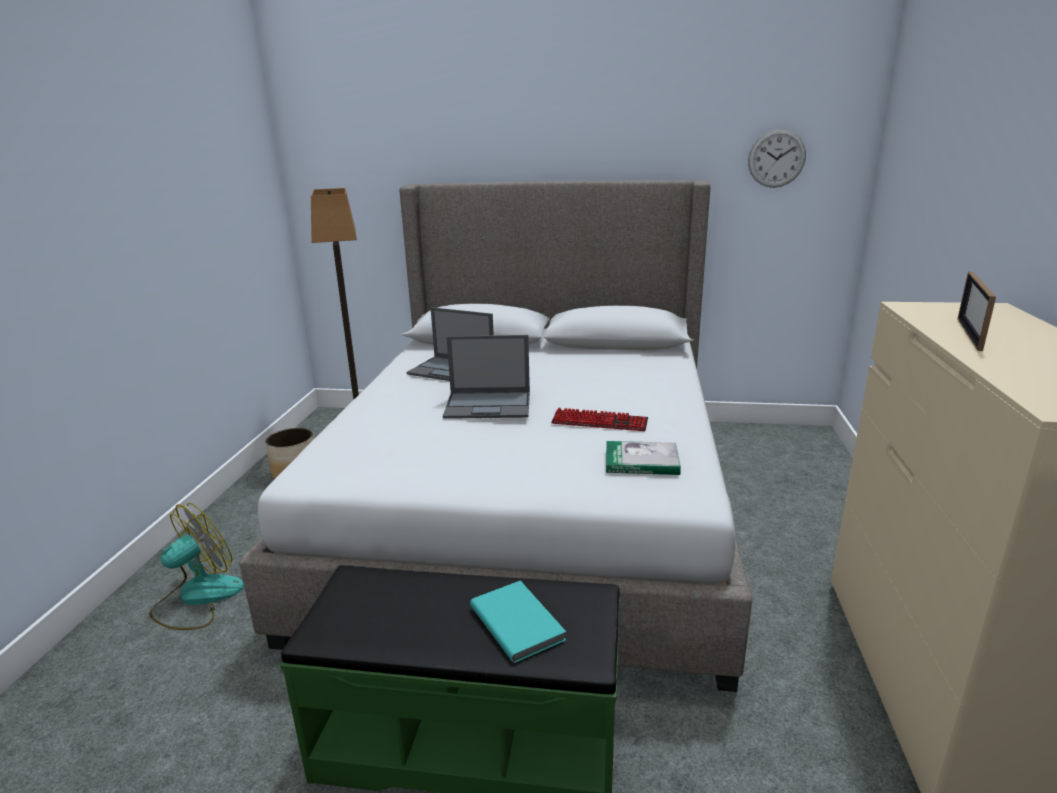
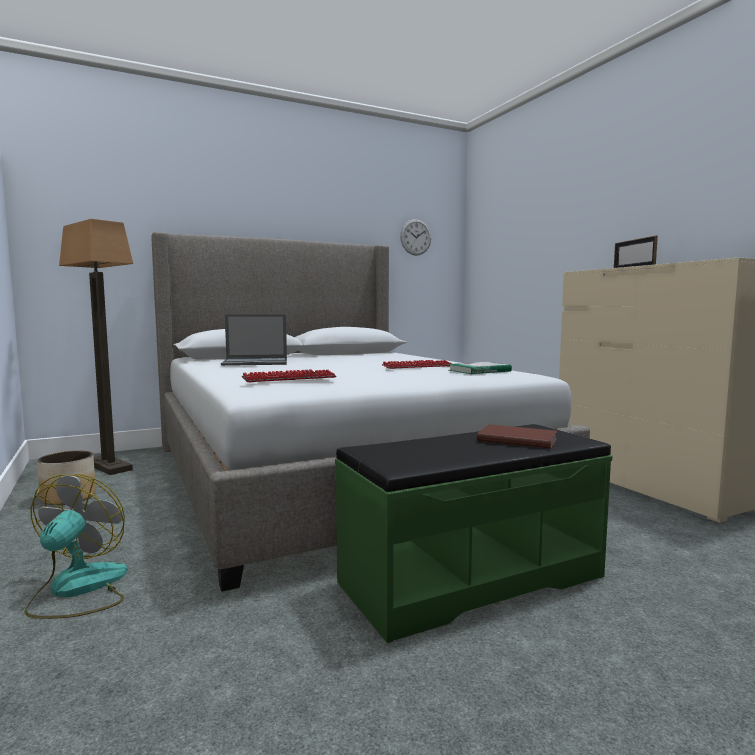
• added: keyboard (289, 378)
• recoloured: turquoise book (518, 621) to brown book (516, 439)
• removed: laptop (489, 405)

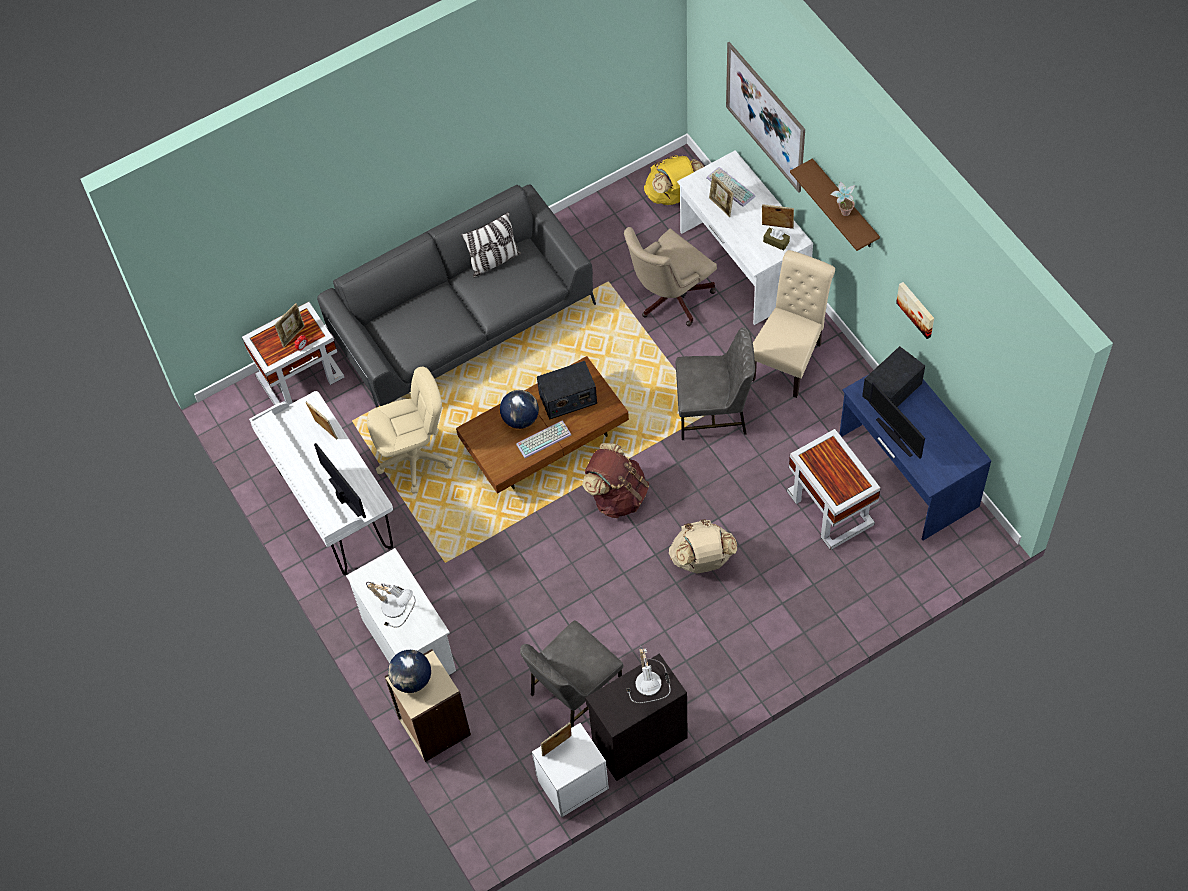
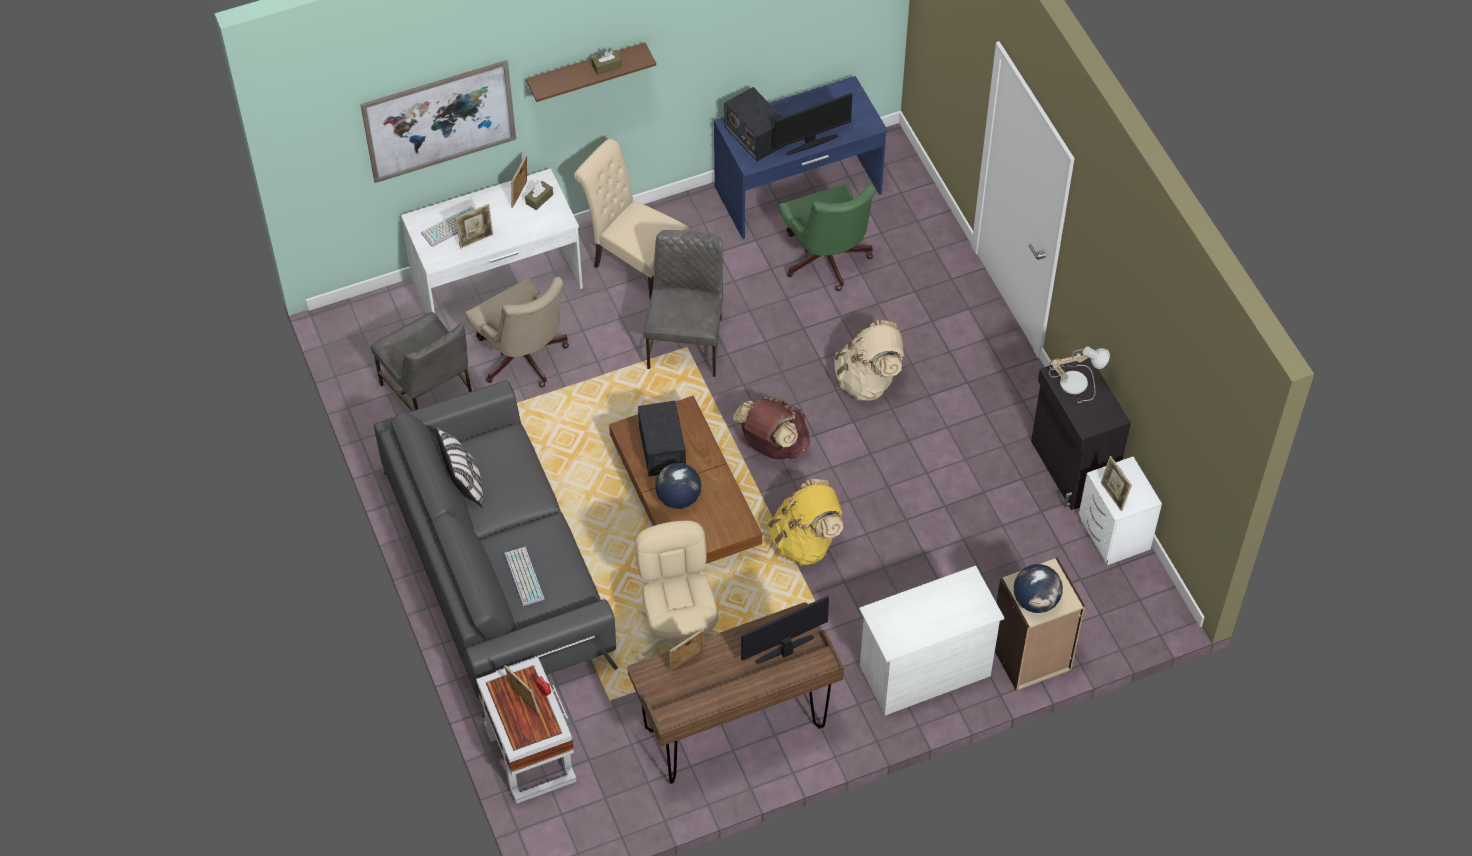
• moved: grey chair (574, 691) to (429, 394)
• moved: keyboard (544, 438) to (522, 576)
• replaced: potted plant (842, 213) to brown tissue box (607, 66)
• recoloured: white desk (336, 512) to brown desk (735, 730)
• moved: yellow backpack (674, 195) to (805, 541)
• replaced: white side table (829, 507) to green office chair (826, 262)
• removed: table lamp (396, 604)
• removed: picture (917, 309)

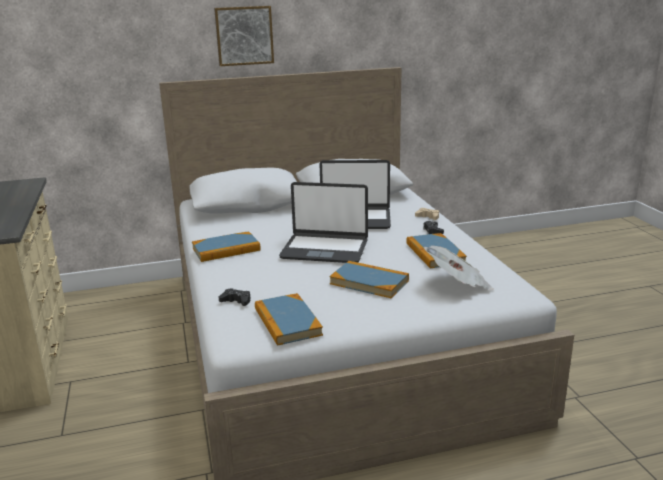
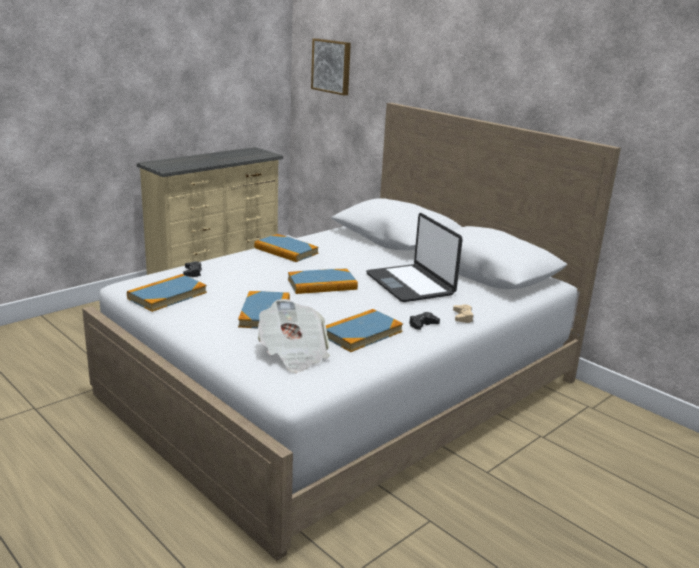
• replaced: laptop (325, 249) to book (322, 284)
• moved: picture (244, 35) to (332, 66)

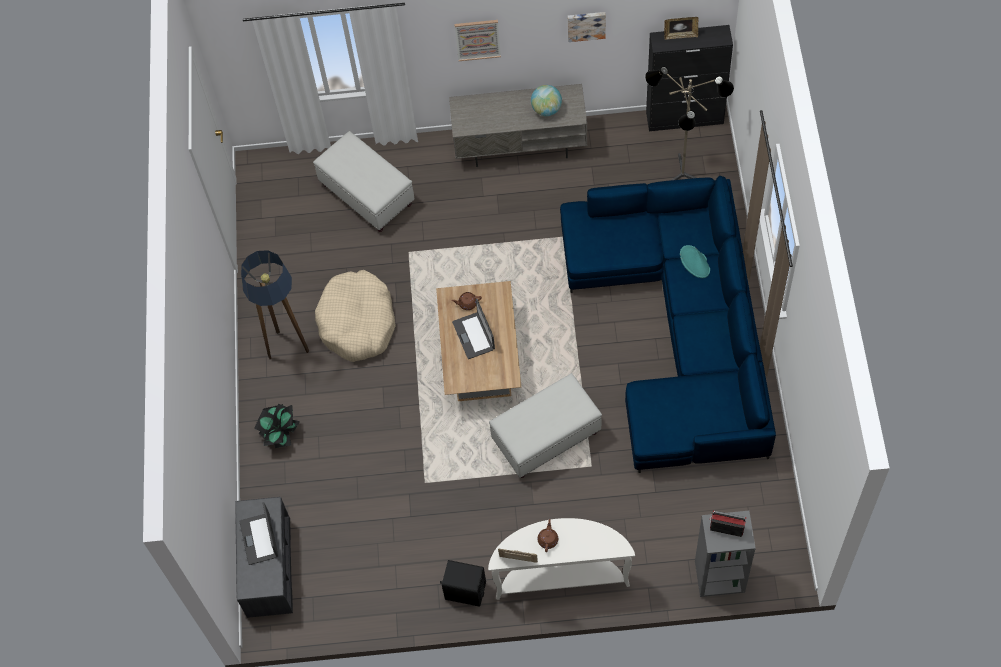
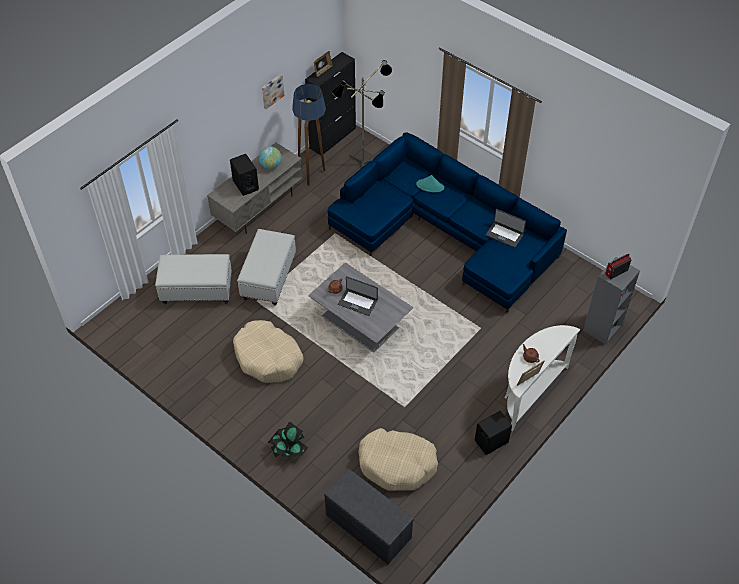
• added: black speaker (245, 185)
• moved: white ottoman (545, 437) to (268, 278)
• moved: floor lamp (289, 348) to (312, 175)
• recoloured: brown coffee table (481, 359) to grey coffee table (361, 322)
• added: beige dog bed (397, 464)
• moved: laptop (260, 539) to (504, 234)
• removed: picture (477, 39)

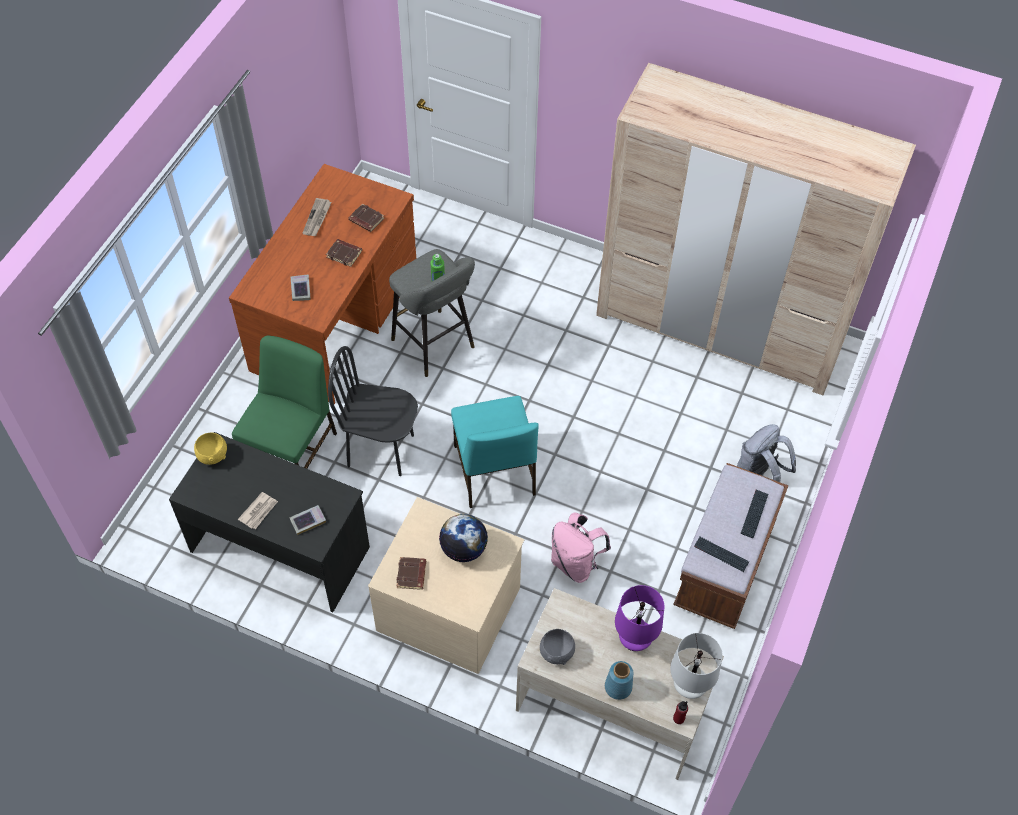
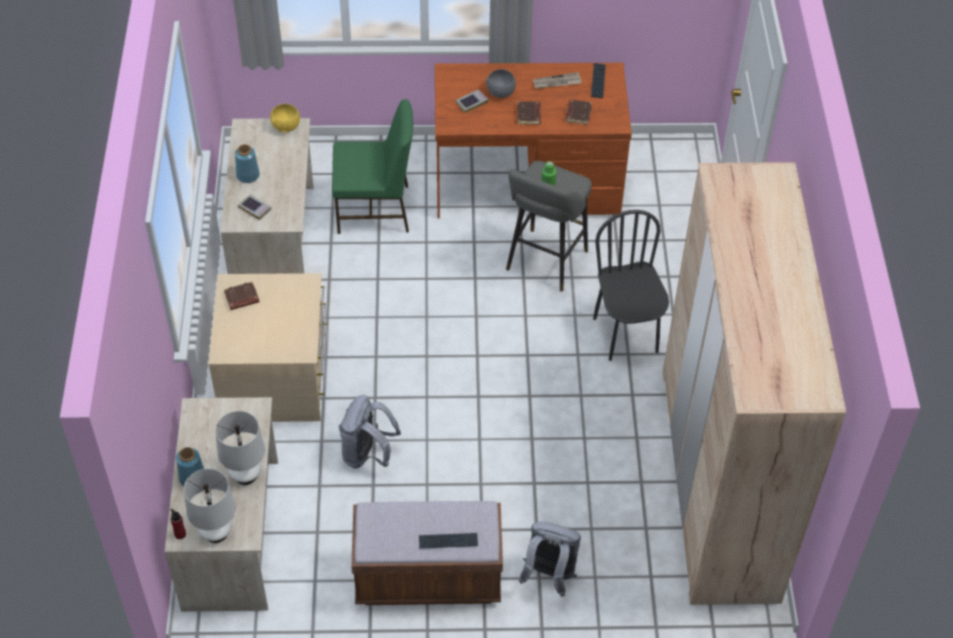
• recoloured: purple table lamp (634, 640) to white table lamp (245, 474)
• recoloured: black desk (281, 548) to beige desk (275, 242)
• replaced: newspaper (259, 511) to blue vase (248, 175)
• recoloured: pink backpack (575, 563) to grey backpack (367, 454)
• moved: grey bowl (557, 652) to (501, 93)
• moved: keyboard (721, 554) to (598, 81)
• moved: black chair (381, 450) to (626, 335)
• removed: globe (464, 549)
• removed: turquoise chair (494, 472)

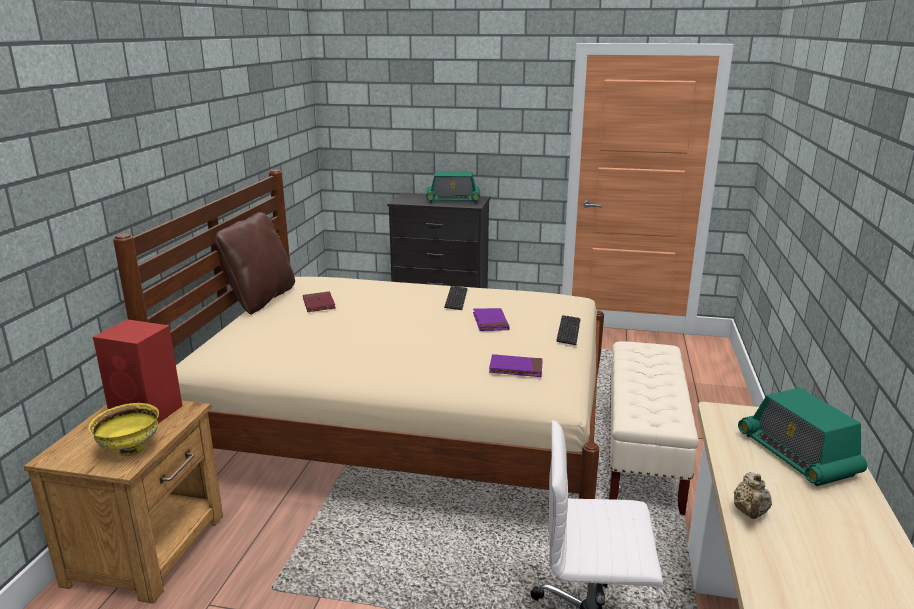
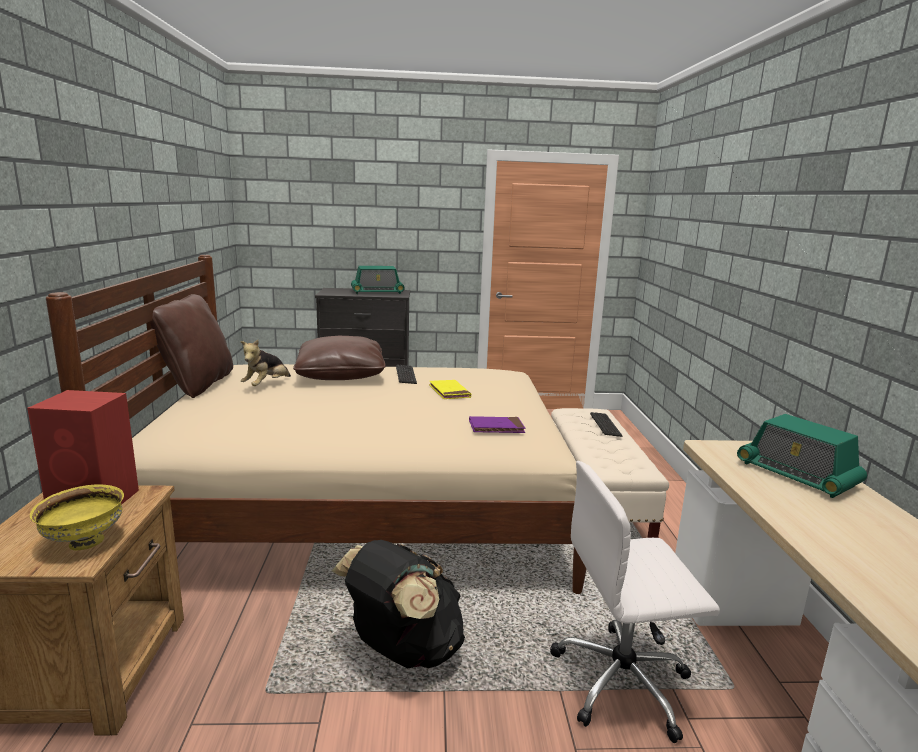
• replaced: red book (319, 304) to plush toy (266, 385)
• added: brown pillow (341, 375)
• added: black backpack (402, 650)
• recoloured: purple book (490, 322) to yellow book (449, 392)
• moved: keyboard (568, 331) to (605, 425)
• removed: beige teapot (750, 513)

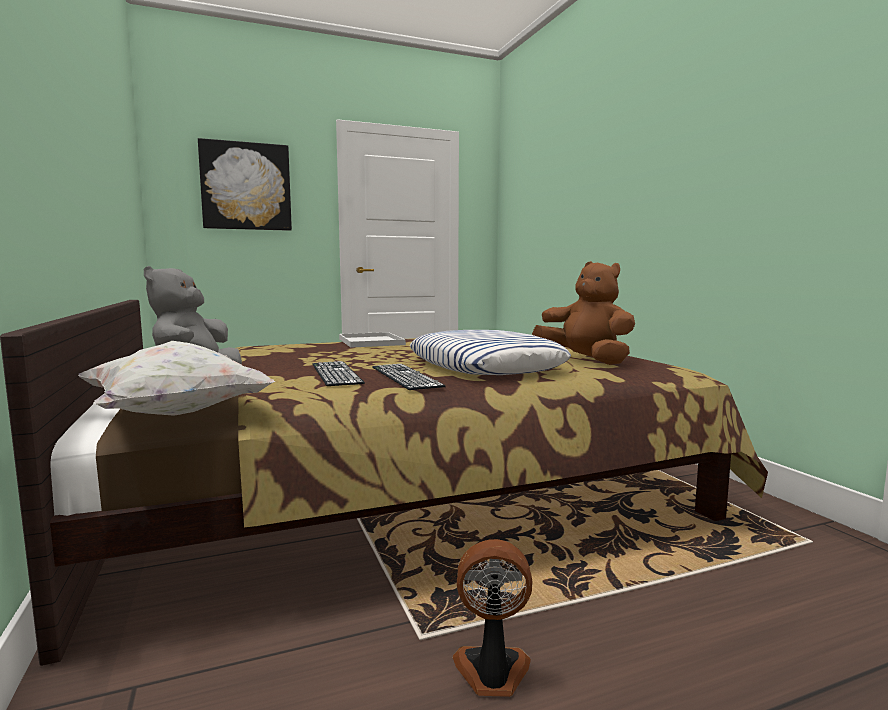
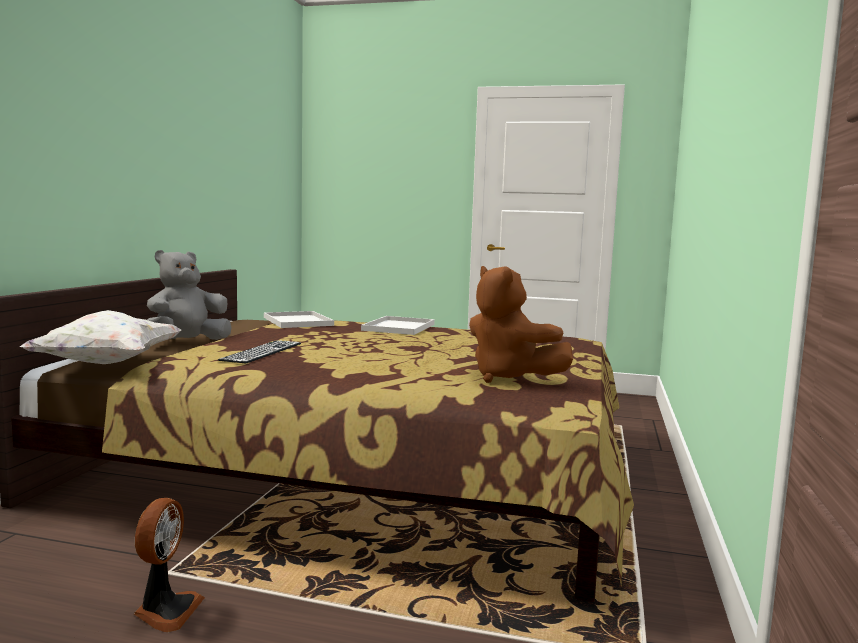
• turned: fan (492, 673) = (166, 611) 60 degrees clockwise
• added: white tray (296, 321)
• turned: brown plush toy (585, 361) = (509, 378) 150 degrees clockwise
• removed: picture (246, 186)
• removed: keyboard (405, 376)
• removed: pillow (484, 365)

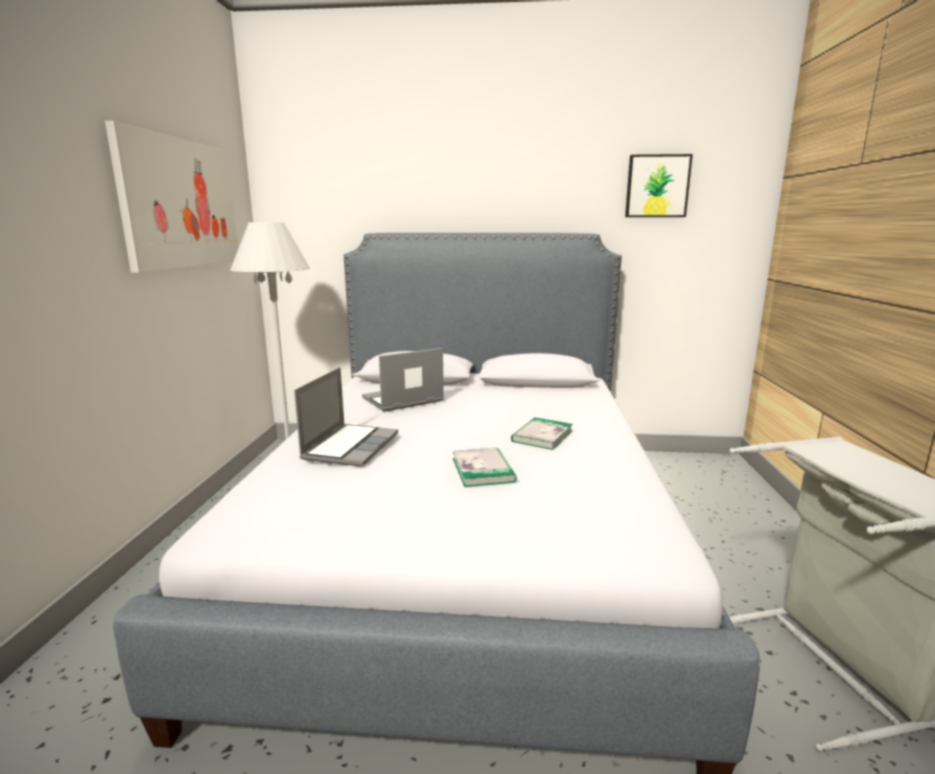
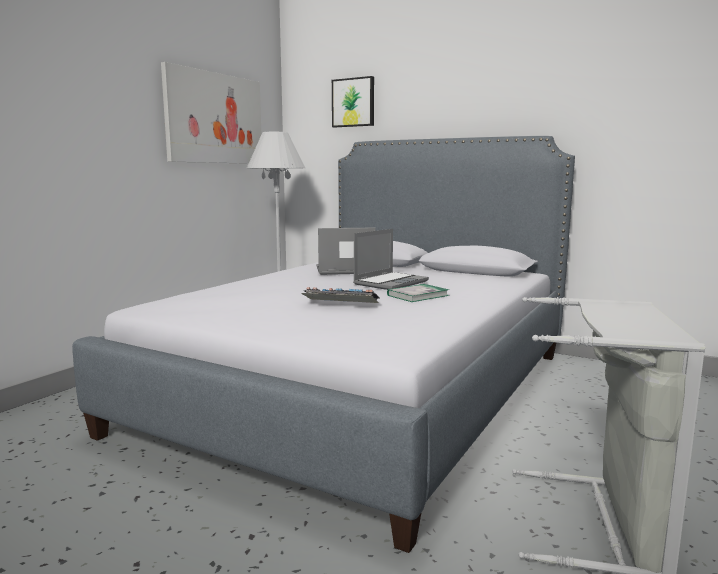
• replaced: book (482, 470) to keyboard (339, 304)
• moved: picture (657, 186) to (353, 102)
• moved: laptop (350, 446) to (390, 282)

